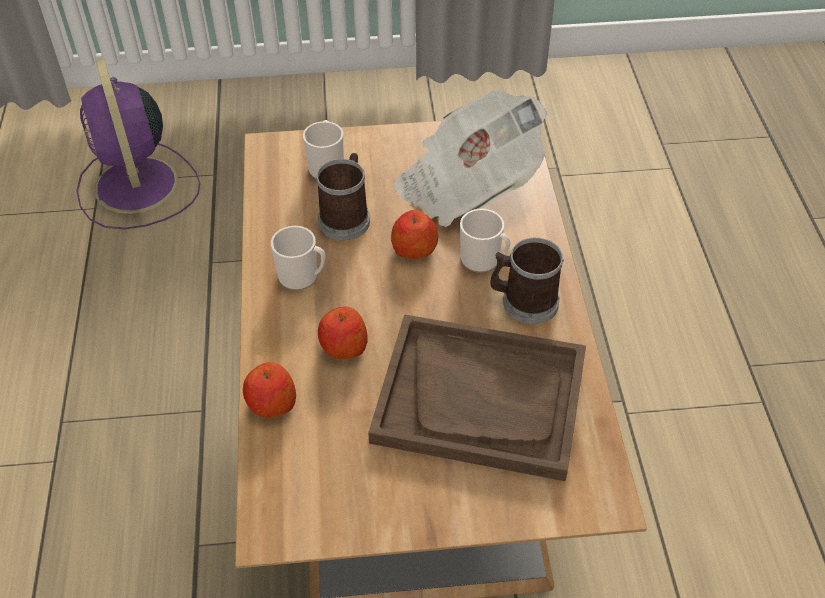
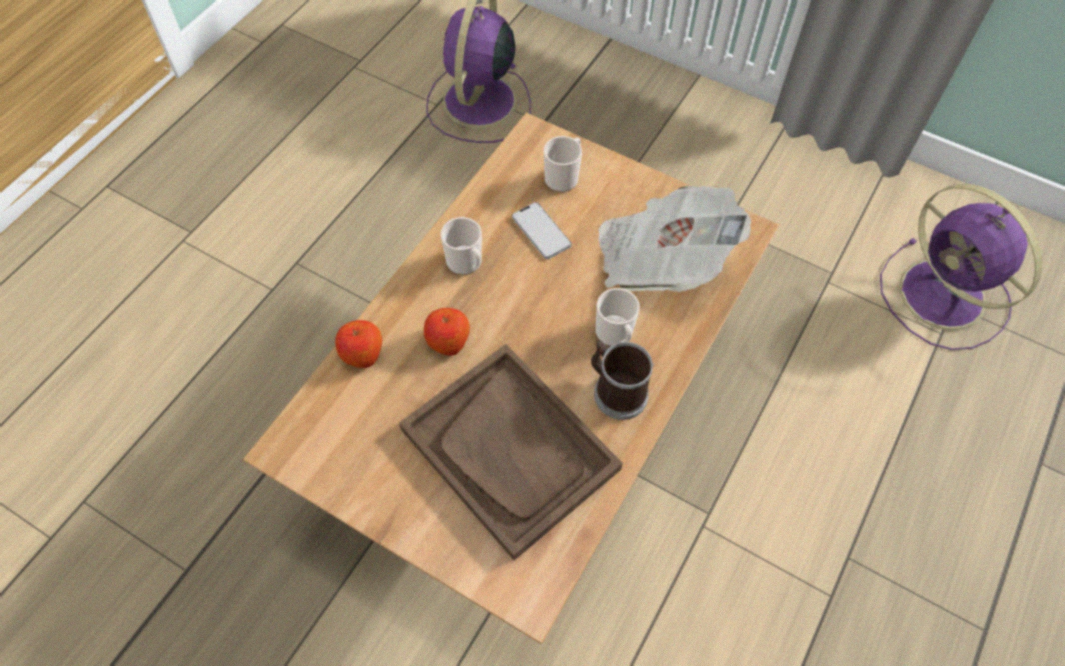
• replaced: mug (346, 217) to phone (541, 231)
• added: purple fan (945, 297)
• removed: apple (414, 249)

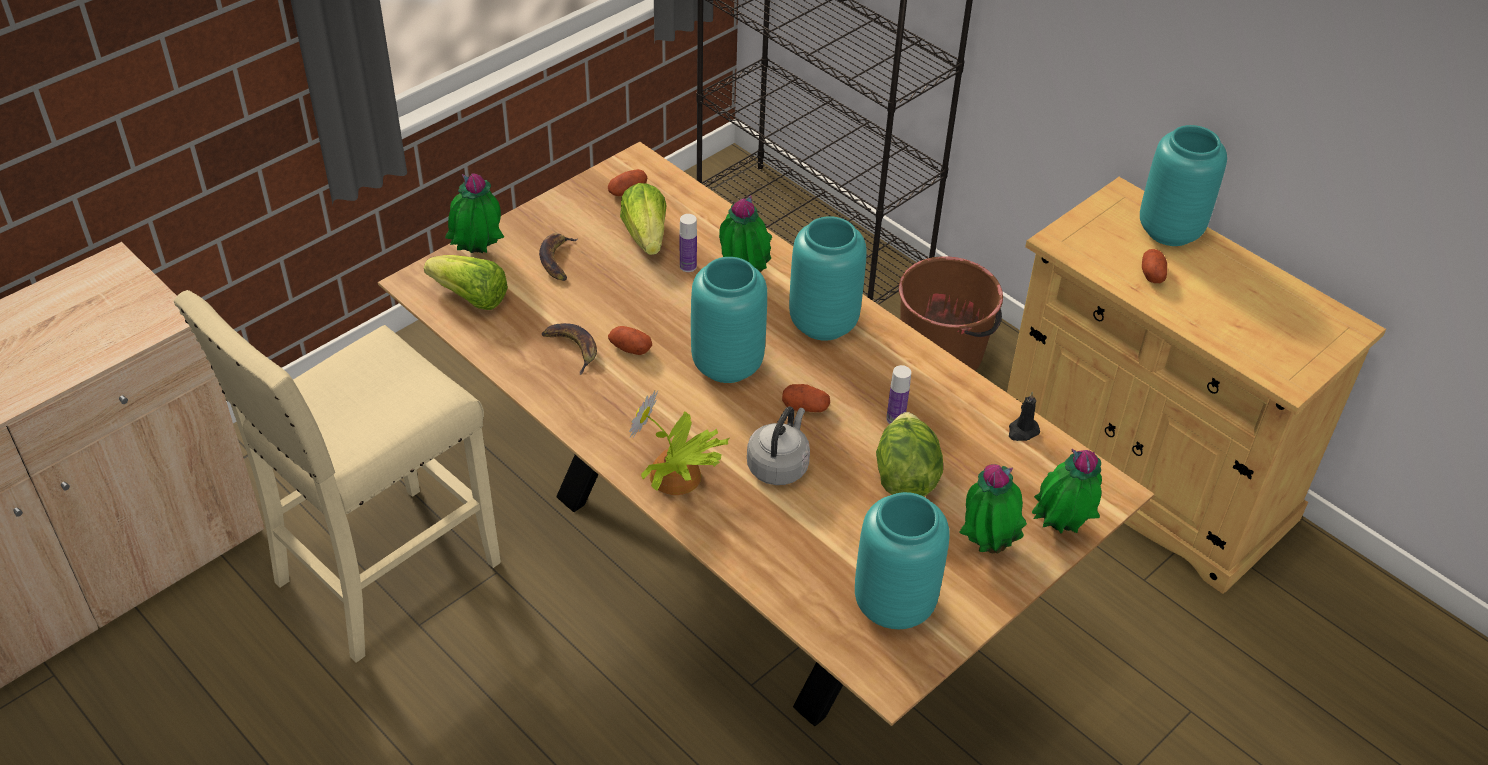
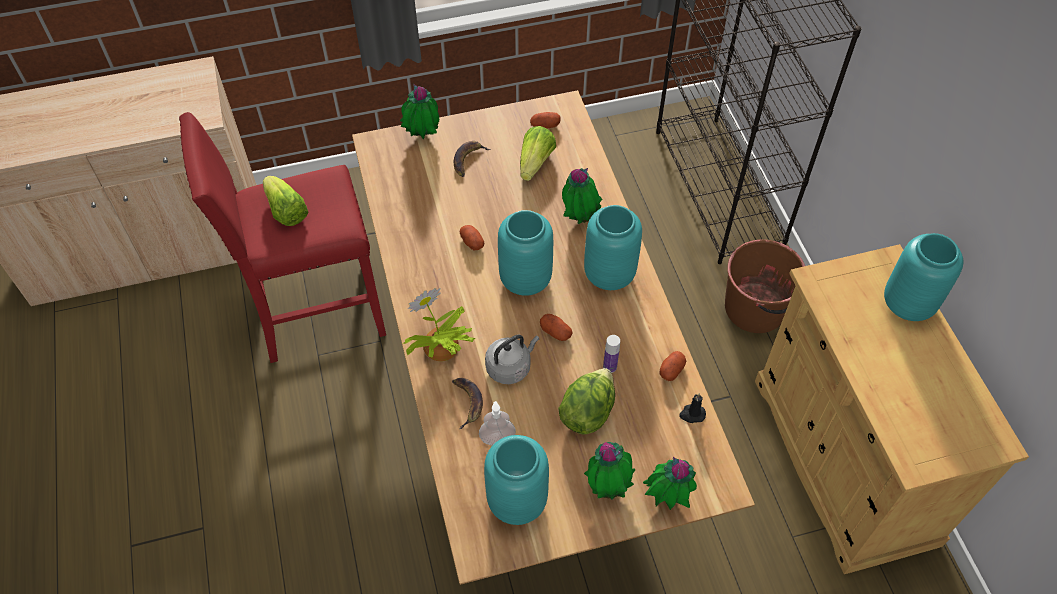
• recoloured: beige stool (382, 574) to red stool (316, 313)
• moved: lettuce (470, 298) to (286, 211)
• moved: banana (573, 348) to (468, 402)
• added: soap dispenser (497, 438)
• moved: potato (1152, 274) to (671, 370)
• removed: bottle (688, 266)

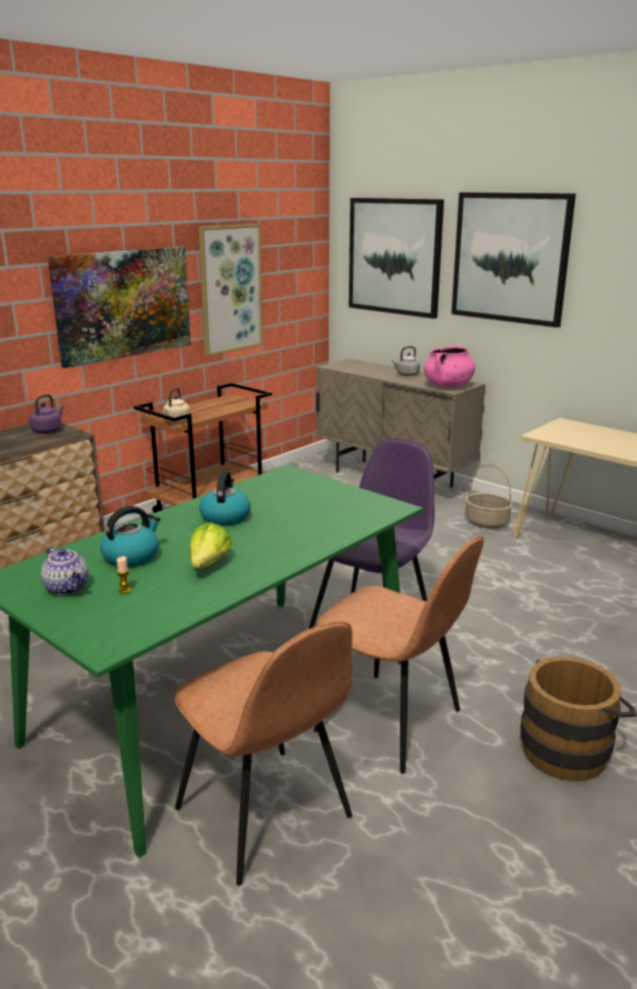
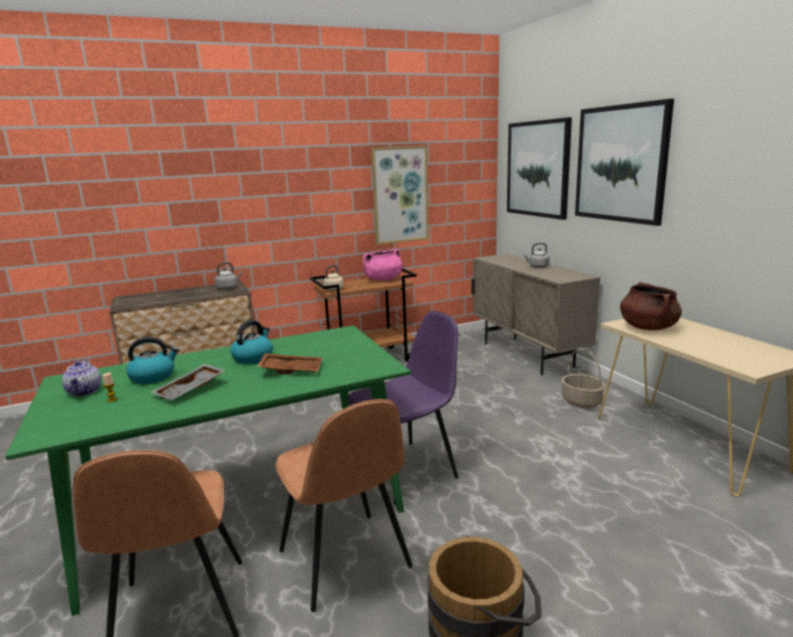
• replaced: lettuce (209, 564) to grey tray (191, 390)
• recoloured: purple kettle (48, 430) to grey kettle (228, 288)
• added: brown tray (291, 370)
• moved: pink cooking pot (448, 386) to (383, 279)
• added: brown cooking pot (647, 327)
• removed: picture (123, 304)

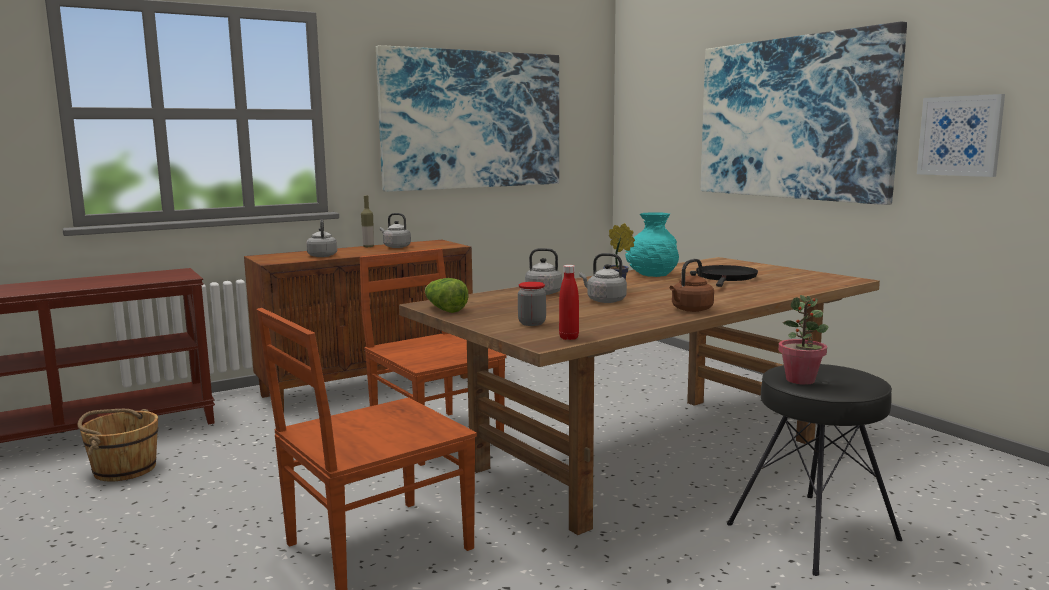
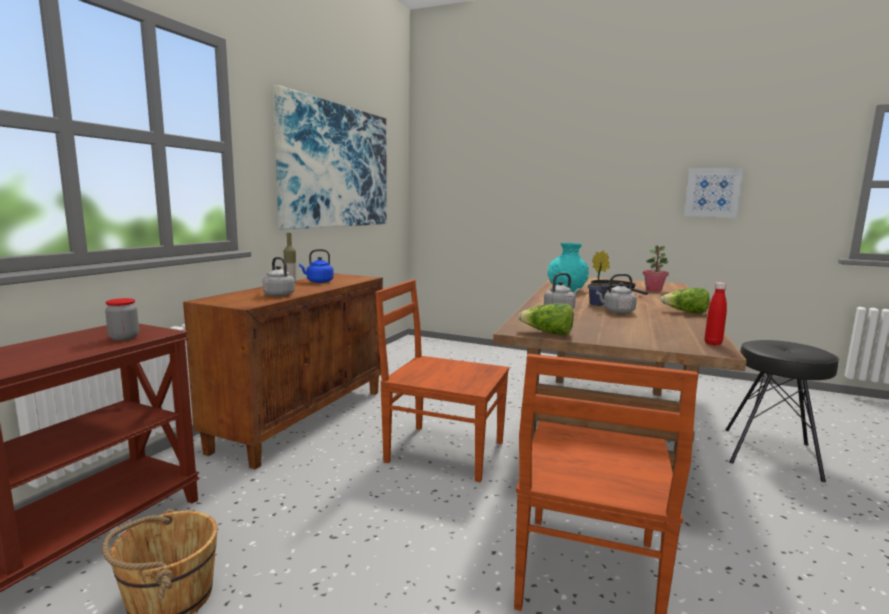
• moved: jar (532, 323) to (124, 338)
• recoloured: grey kettle (395, 247) to blue kettle (318, 281)
• moved: potted plant (800, 380) to (653, 290)
• replaced: brown kettle (690, 310) to lettuce (686, 312)
• removed: picture (792, 118)

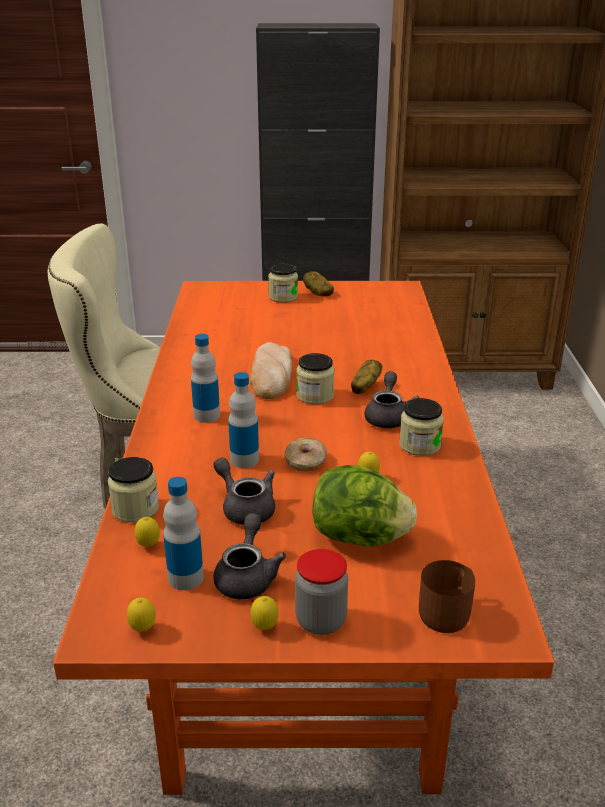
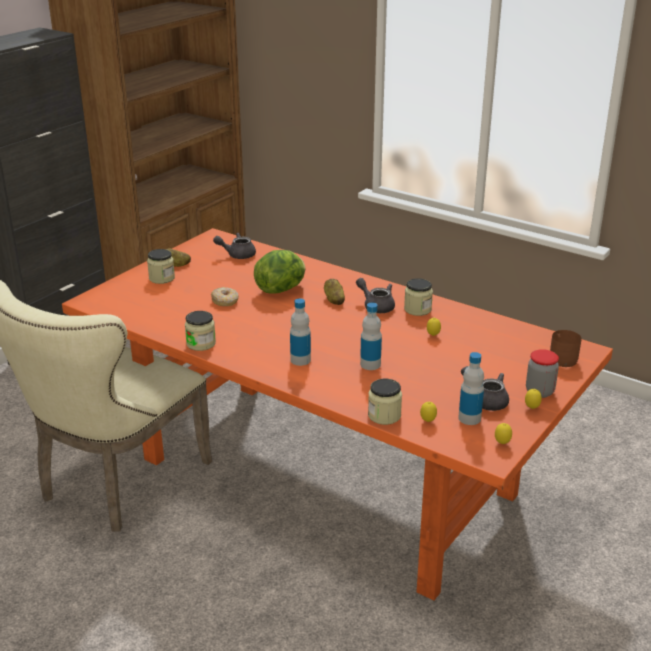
• moved: jar (315, 396) to (201, 343)
• moved: donut (305, 461) to (225, 301)
• moved: grey teapot (245, 507) to (237, 255)
• moved: lettuce (360, 538) to (281, 289)
• removed: bread (272, 375)

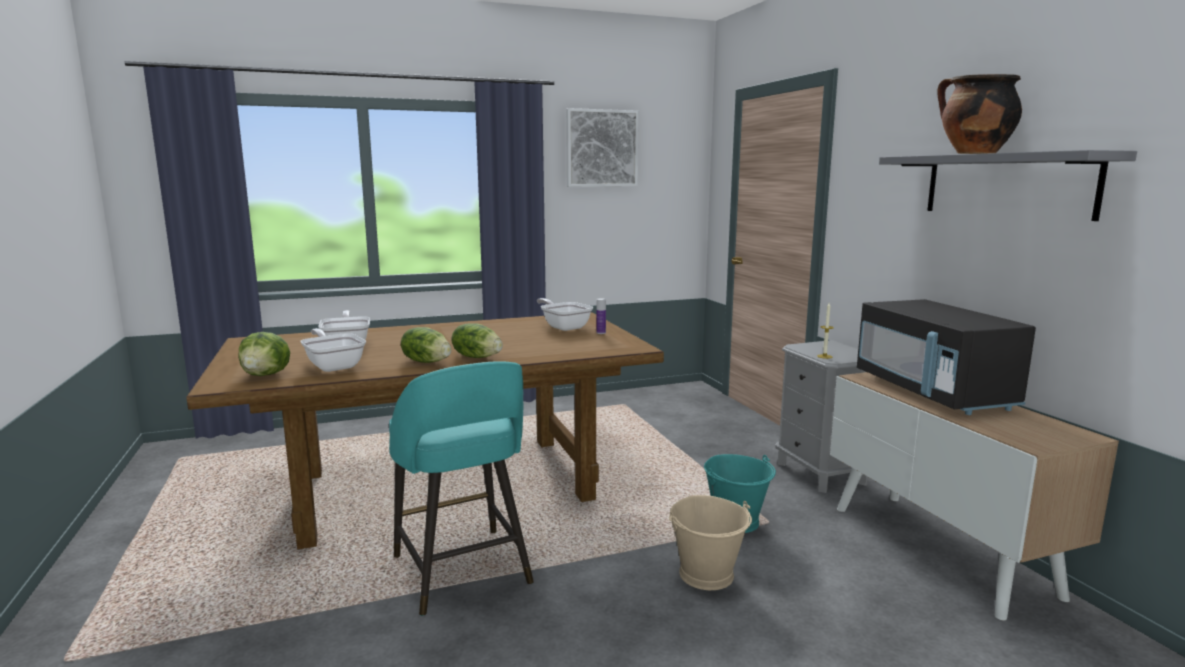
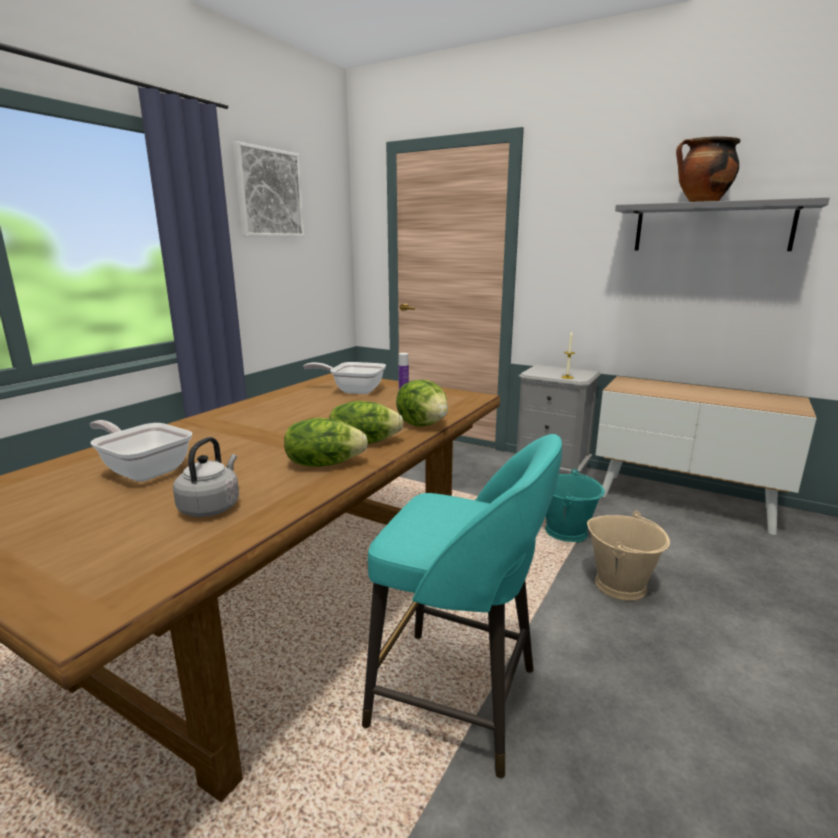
• replaced: frying pan (334, 366) to grey kettle (211, 507)
• moved: lettuce (266, 375) to (423, 424)
• removed: black microwave (932, 392)

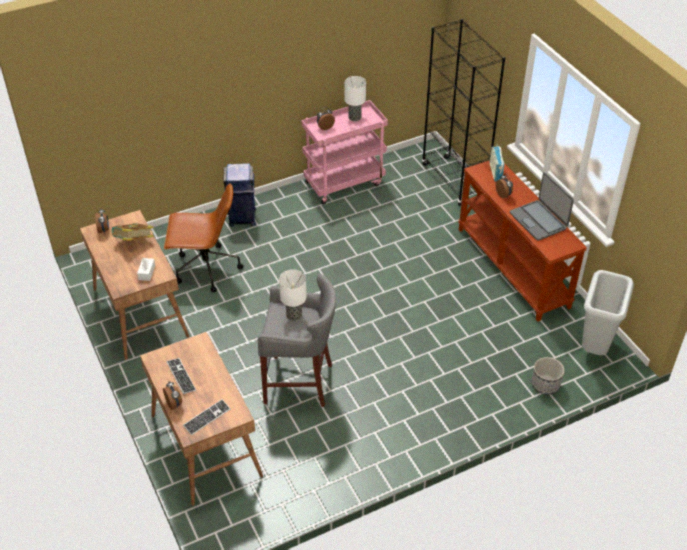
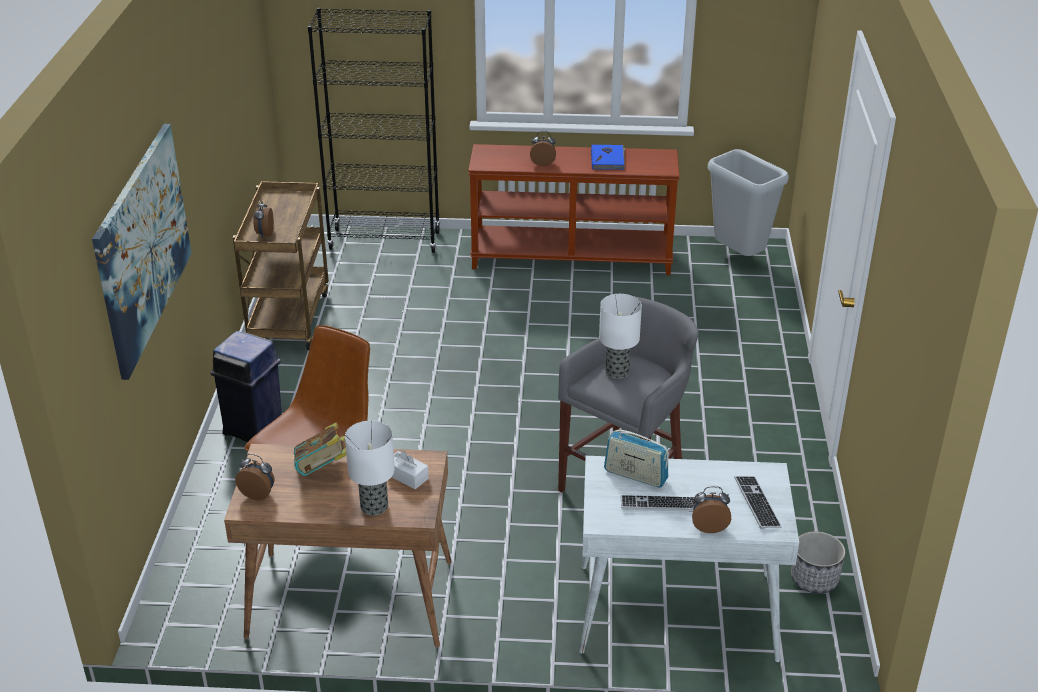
• added: picture (143, 246)
• recoloured: pink cart (344, 183) to brown cart (288, 318)
• moved: table lamp (355, 117) to (375, 506)
• recoloured: brown desk (205, 445) to white desk (675, 613)
• replaced: laptop (538, 220) to blue book (608, 159)
• moved: radio (495, 172) to (635, 475)
• moved: planter (545, 385) to (814, 579)

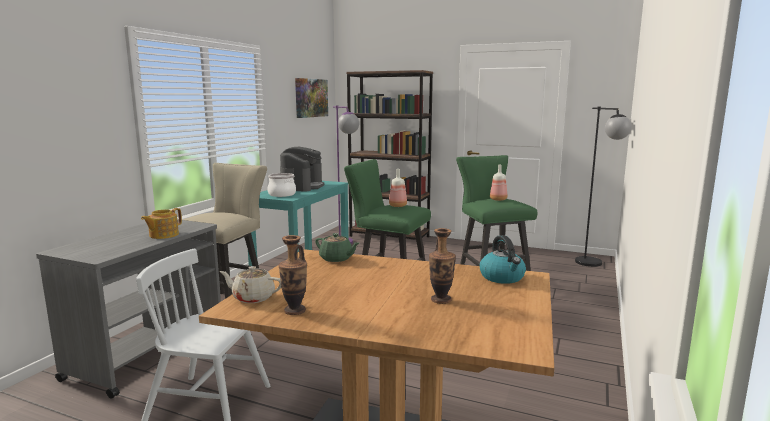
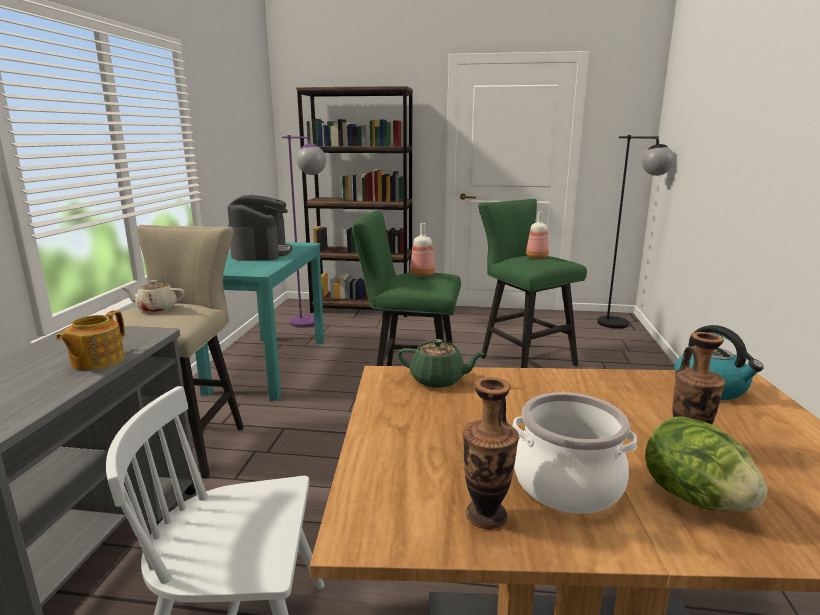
• moved: beige teapot (252, 298) to (156, 309)
• moved: cooking pot (282, 194) to (567, 483)
• added: lettuce (694, 498)
• removed: picture (311, 98)

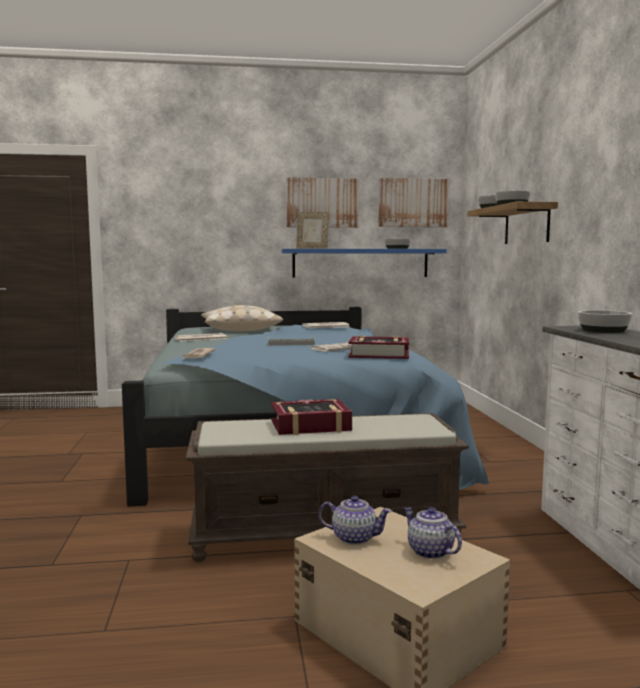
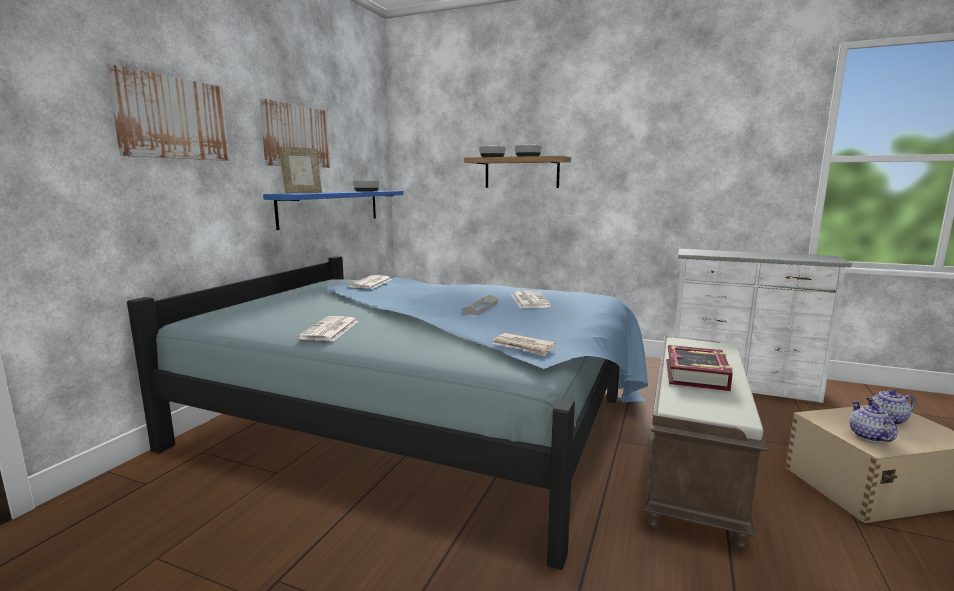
• moved: picture (413, 203) to (173, 118)
• turned: teapot (354, 538) = (869, 436) 45 degrees counterclockwise
• removed: beige pillow (240, 329)
• removed: book (379, 355)
• removed: bowl (603, 330)

